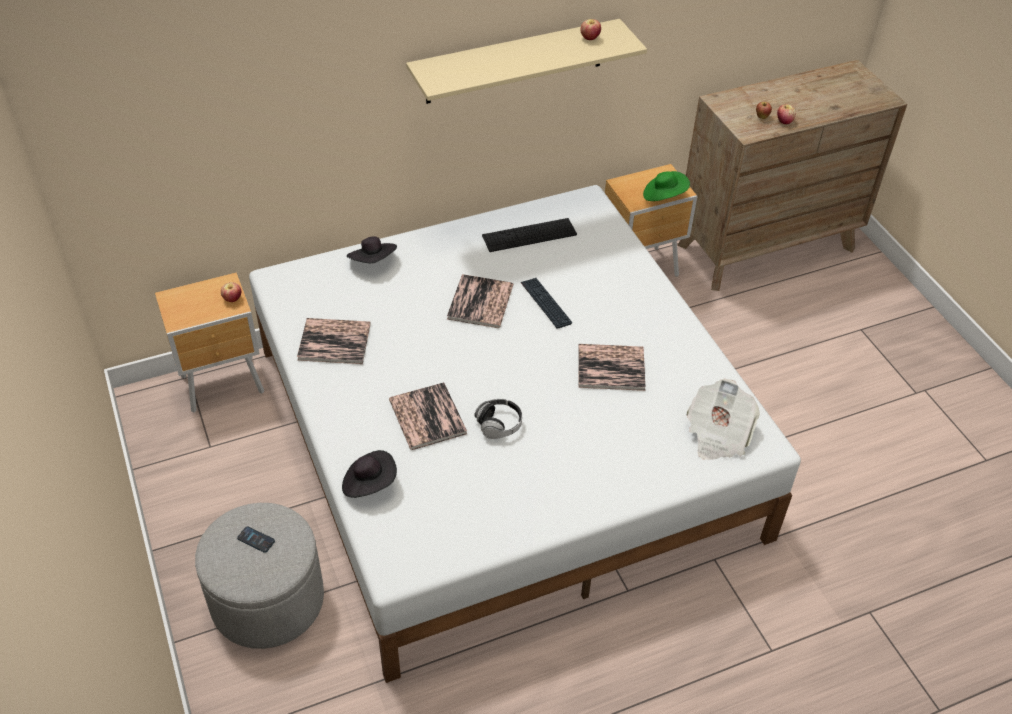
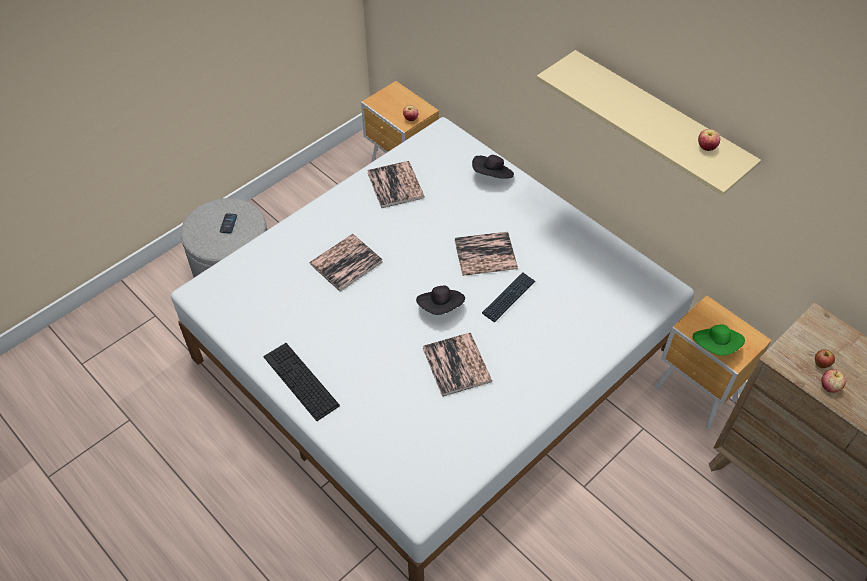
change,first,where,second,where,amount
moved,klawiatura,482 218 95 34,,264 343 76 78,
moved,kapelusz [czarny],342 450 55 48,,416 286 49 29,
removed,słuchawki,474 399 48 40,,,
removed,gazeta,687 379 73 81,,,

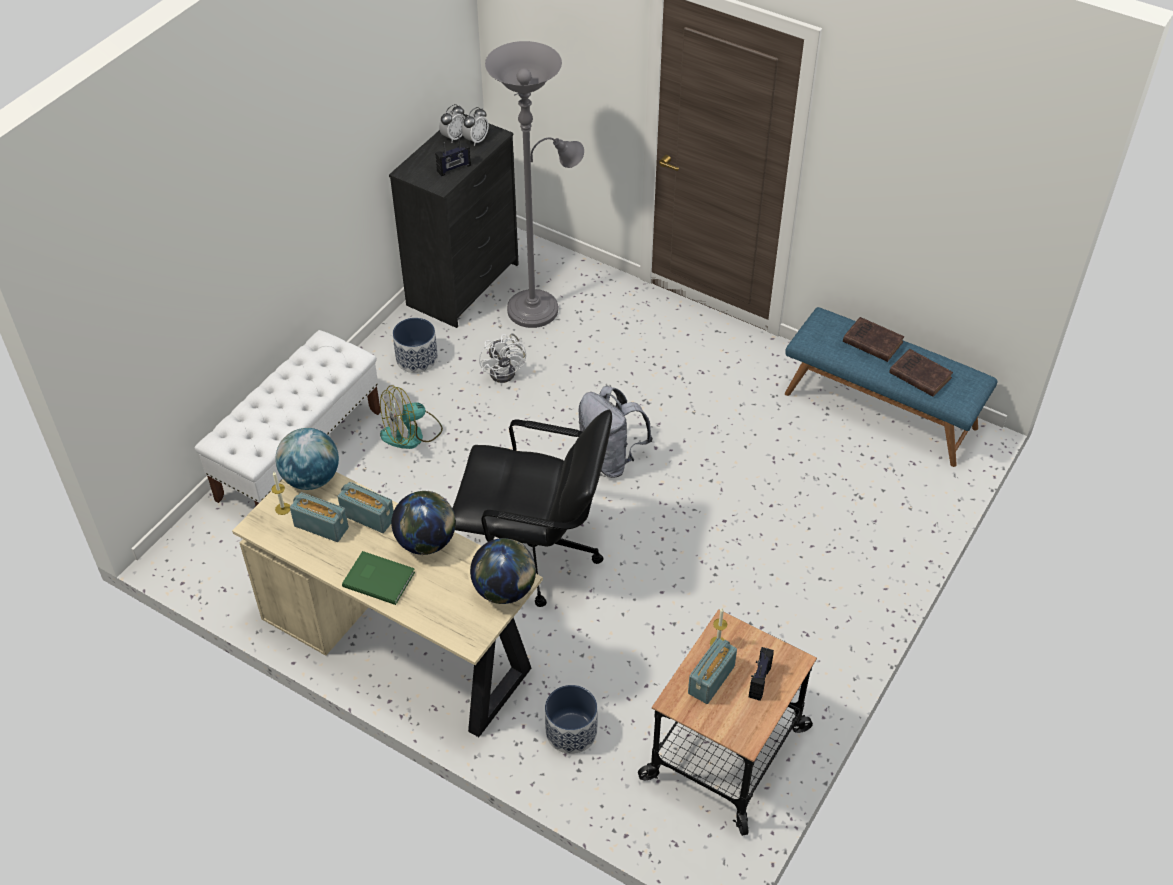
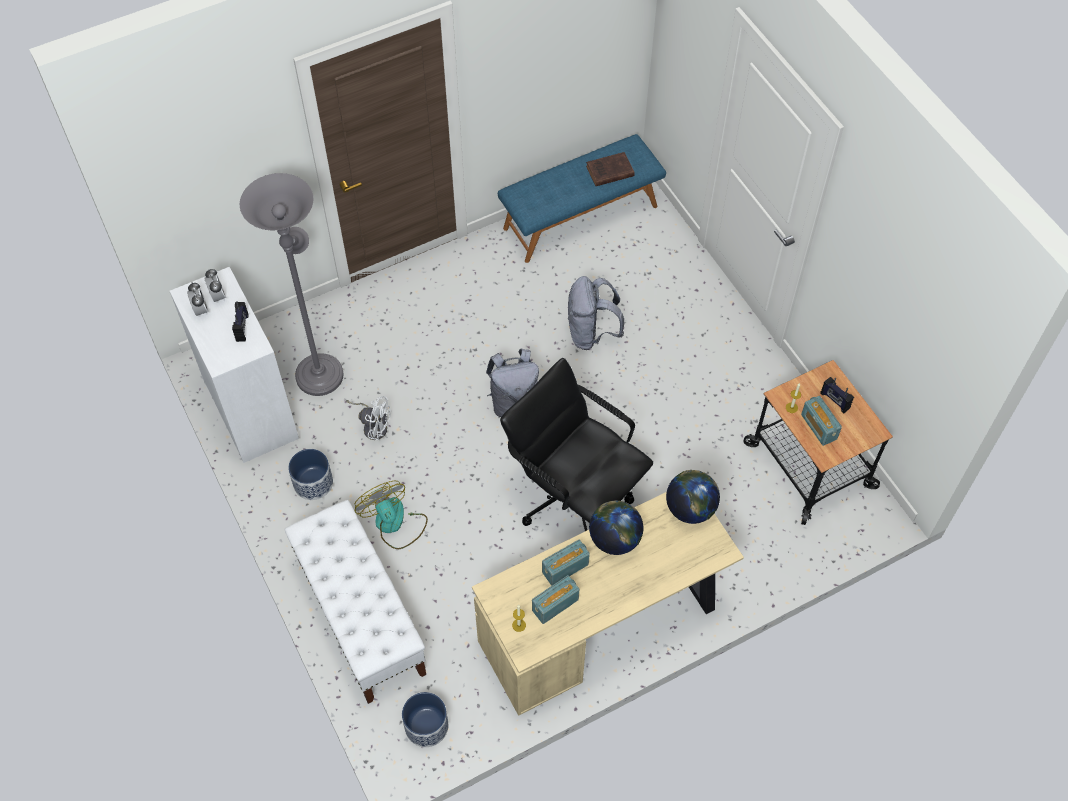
change,first,where,second,where,amount
recoloured,komoda [czarny],389 114 130 214,komoda [biały],169 267 130 196,
turned,wentylator,380 385 63 64,,354 481 74 68,150 degrees clockwise
moved,donica,545 685 53 69,,402 692 46 55,
turned,krzesło biurowe [czarny],452 410 160 197,,500 358 153 173,90 degrees counterclockwise
added,,,plecak [szary],568 276 56 74,
removed,globus,276 428 63 62,,,
removed,książka [zielony],342 551 73 54,,,
removed,książka [brązowy],843 317 61 45,,,

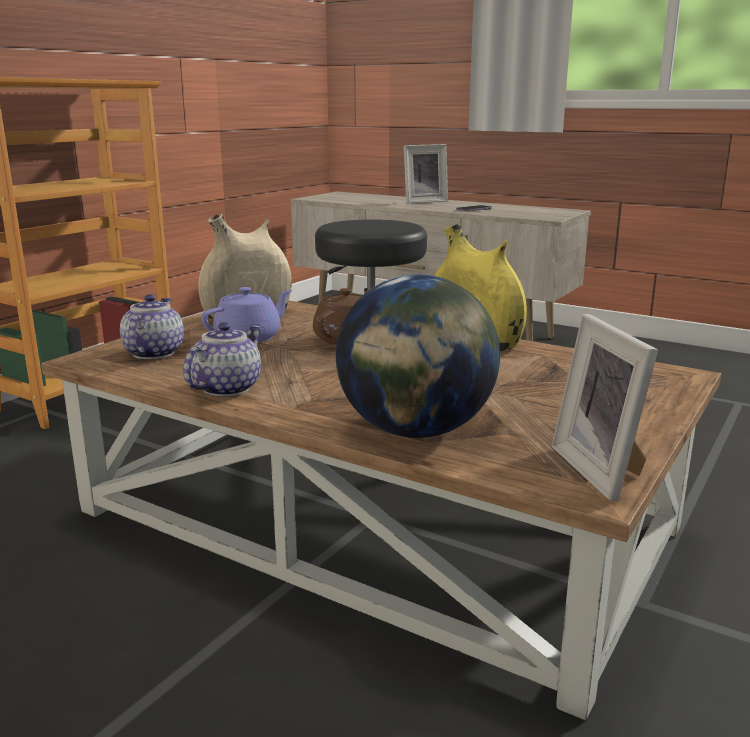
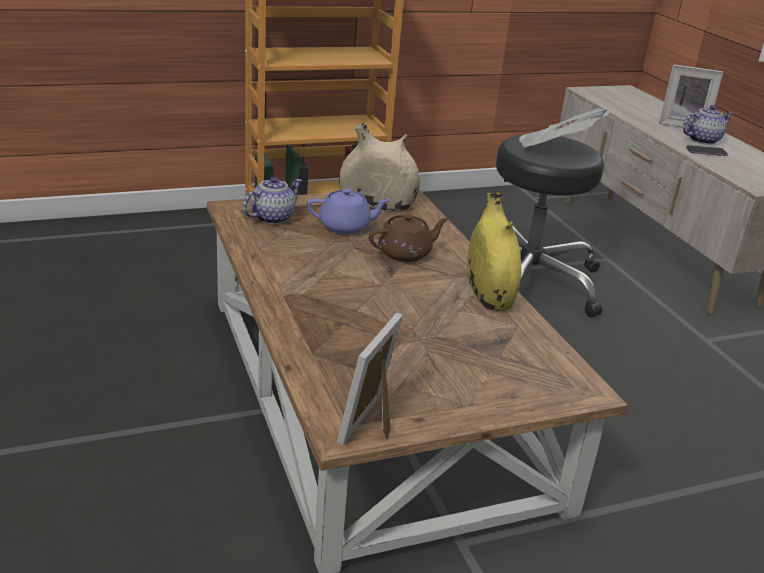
change,first,where,second,where,amount
added,,,gazeta,519 108 91 40,
moved,imbryk,183 322 78 75,,683 105 51 40,
removed,globus,336 274 164 164,,,

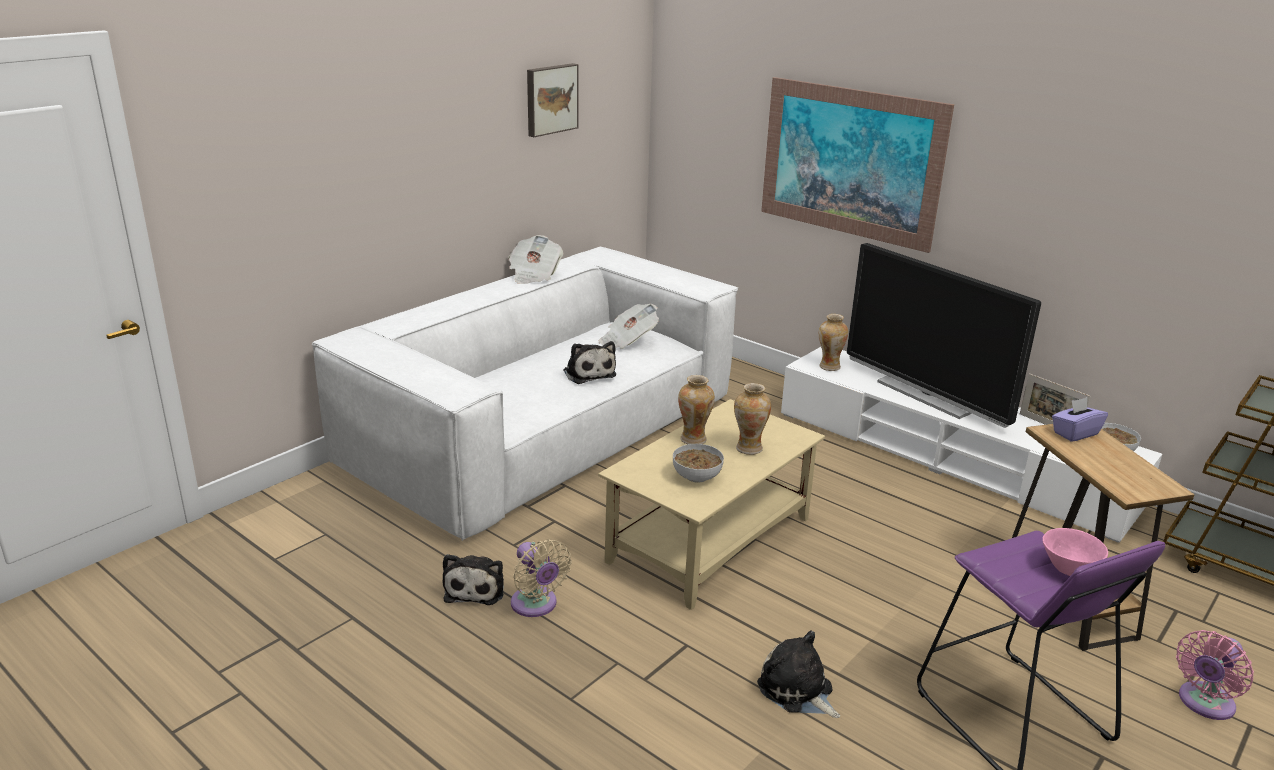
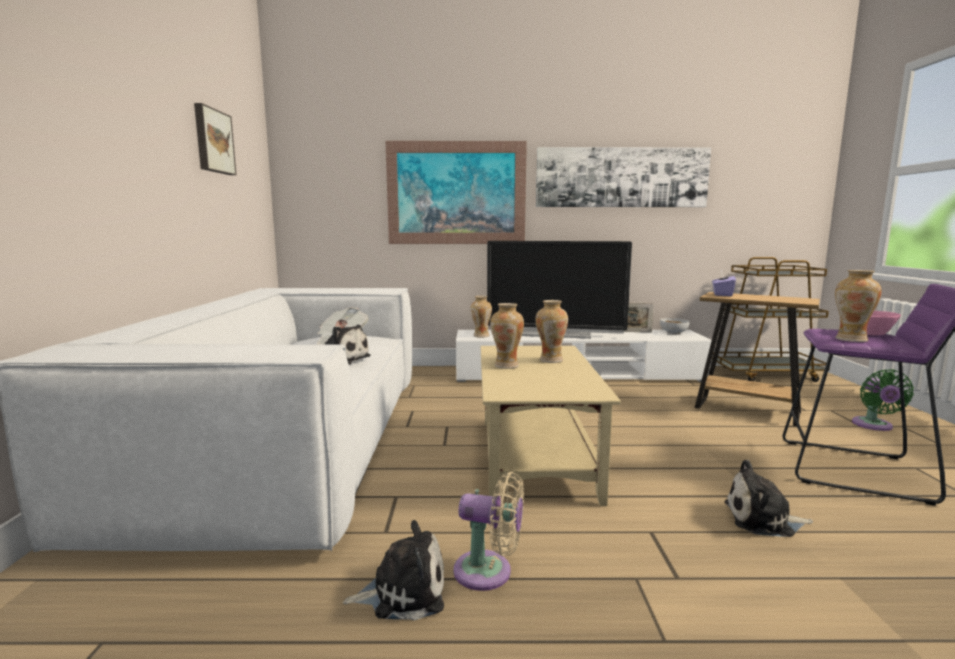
change,first,where,second,where,amount
turned,pluszak,443 554 61 51,,343 520 101 101,60 degrees counterclockwise
added,,,obraz,536 147 175 60,
added,,,wazon,835 270 47 72,
recoloured,wentylator [różowy],1176 630 78 90,wentylator [zielony],852 369 62 62,
removed,gazeta,509 235 54 49,,,
removed,miska,673 444 51 39,,,

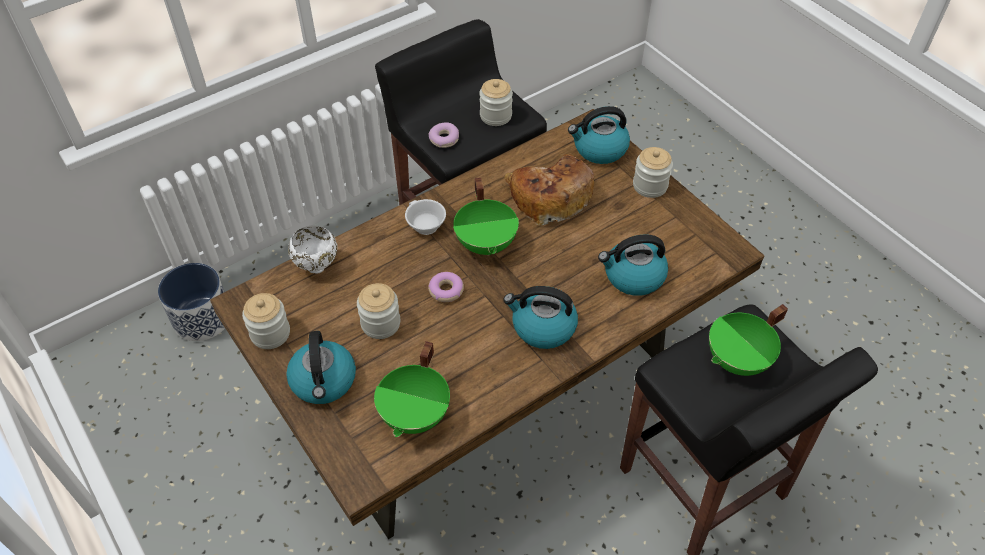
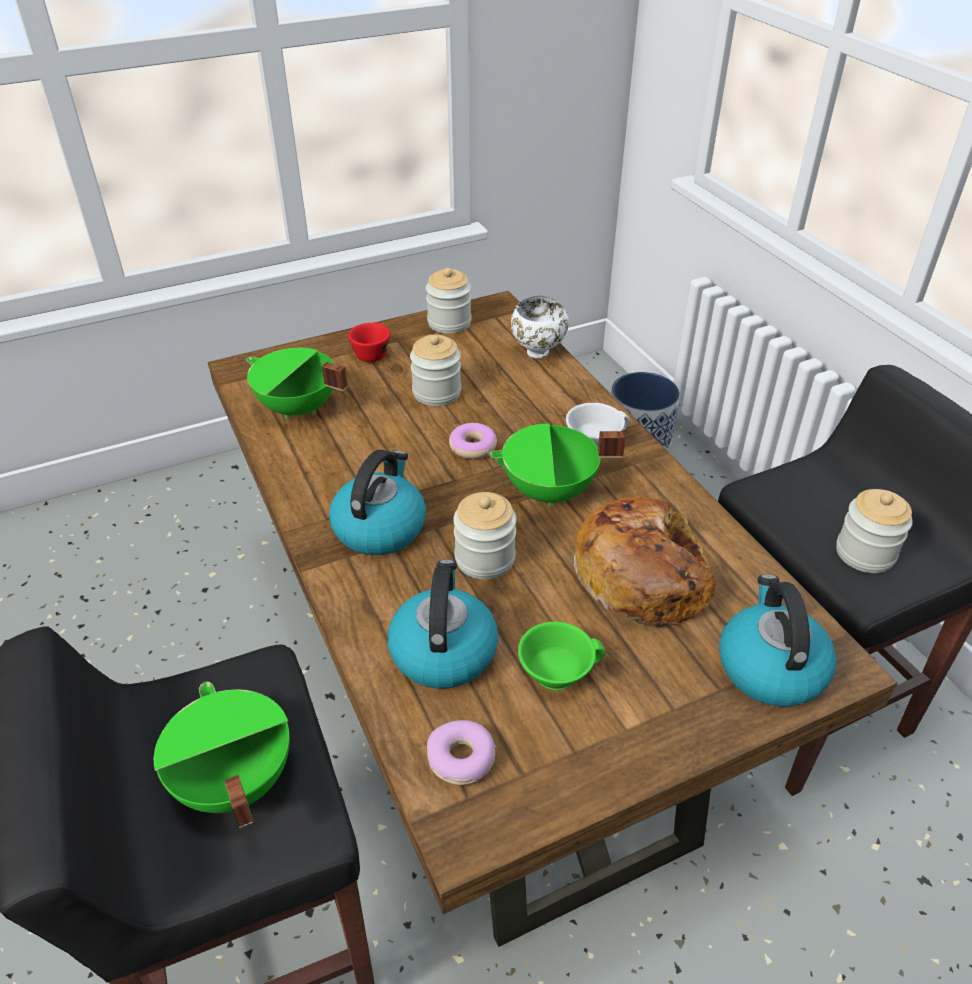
change,first,where,second,where,amount
replaced,czajnik,286 331 70 73,filiżanka [czerwony],348 322 42 40,
moved,donut,429 122 30 26,,427 720 69 65,
moved,słoik,633 147 40 51,,453 492 64 87,
added,,,filiżanka [zielony],518 622 88 68,

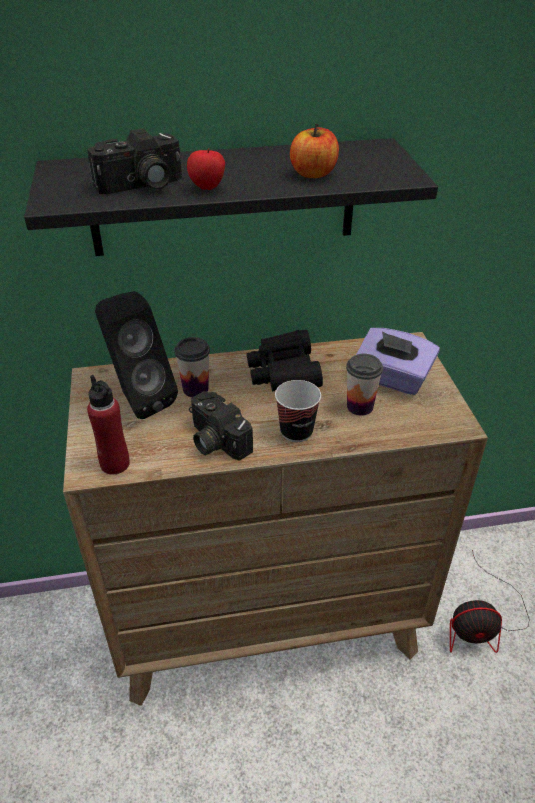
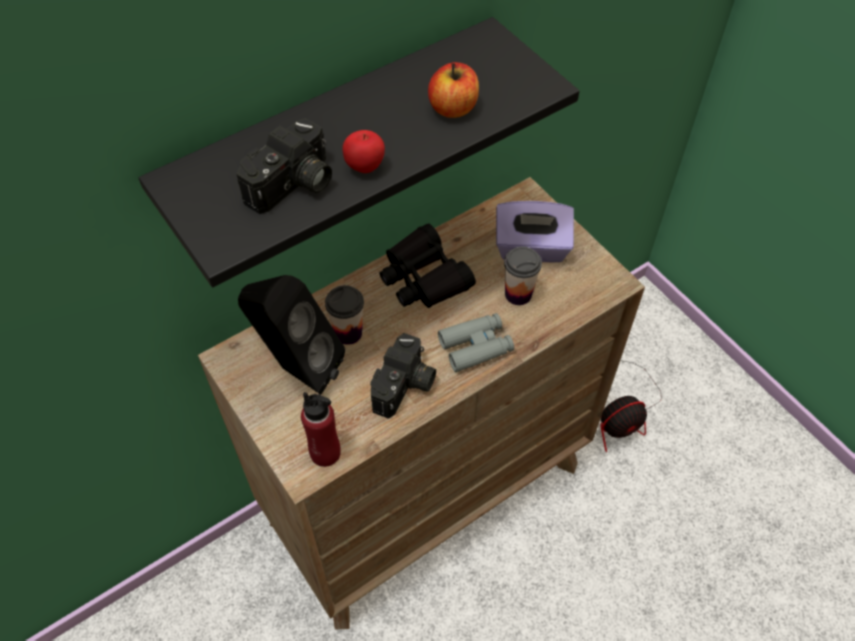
change,first,where,second,where,amount
turned,aparat fotograficzny,189 391 64 70,,370 333 66 86,90 degrees counterclockwise
replaced,filiżanka,275 380 46 62,lornetka [szary],438 313 76 59,

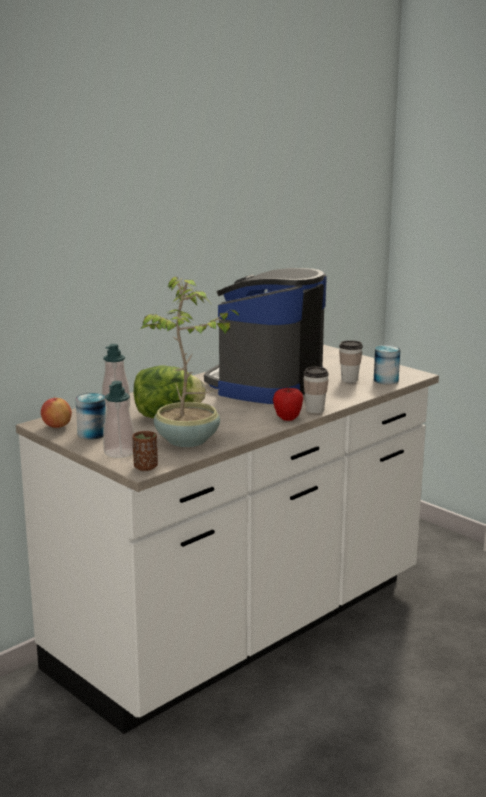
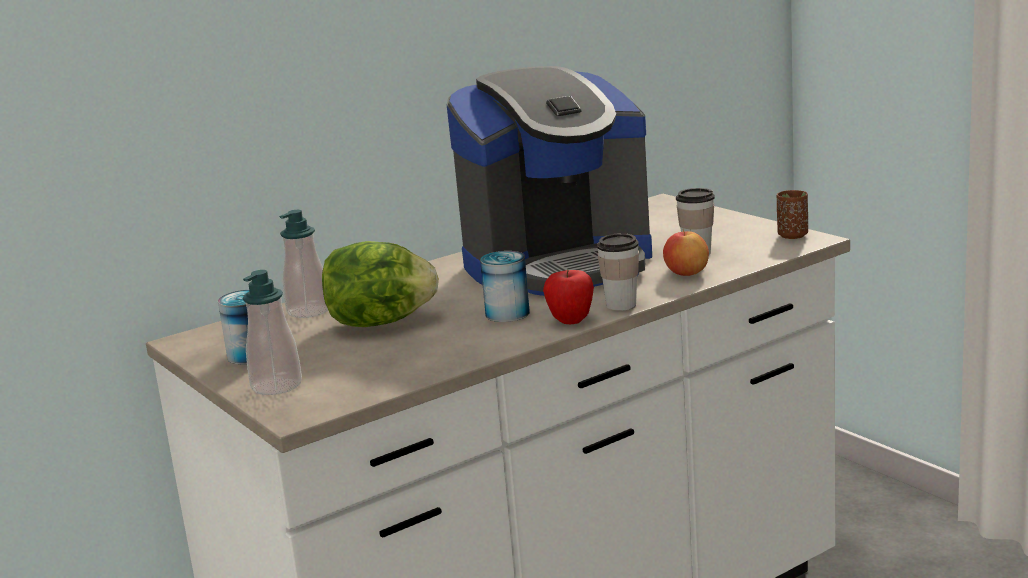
change,first,where,second,where,amount
turned,ekspres do kawy,204 268 123 136,,447 66 205 230,150 degrees counterclockwise
moved,puszka,374 345 26 39,,480 251 50 71,
moved,jabłko,41 397 31 31,,663 230 46 46,
moved,filiżanka [brązowy],132 431 26 40,,777 190 31 49,
removed,roślina doniczkowa,141 277 99 170,,,

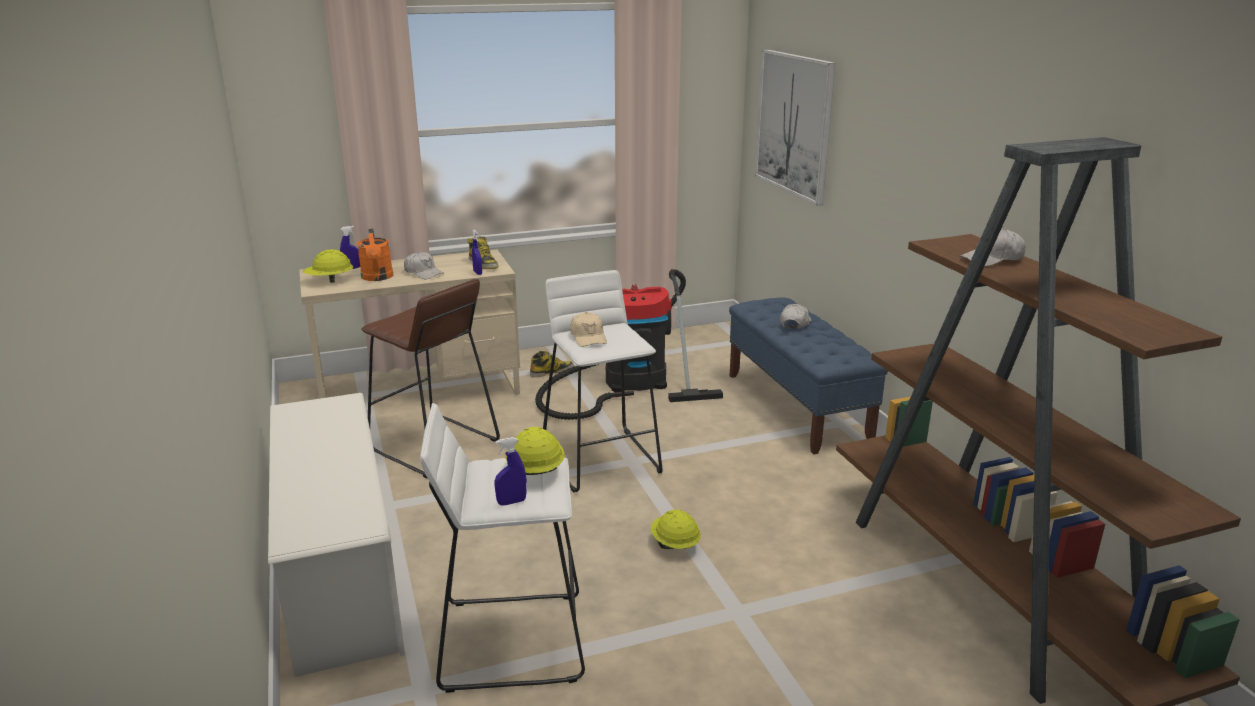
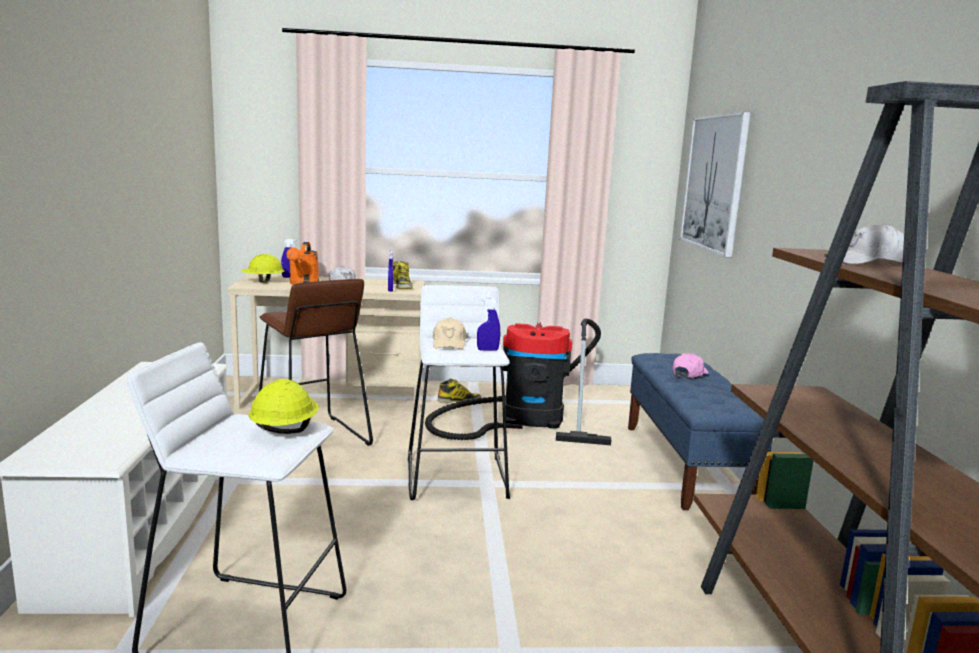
change,first,where,second,where,amount
moved,spryskiwacz [niebieski],495 437 32 69,,477 298 23 53,
recoloured,czapka z daszkiem [biały],780 304 31 25,czapka z daszkiem [różowy],672 353 37 25,
removed,kask [żółty],651 510 50 39,,,

